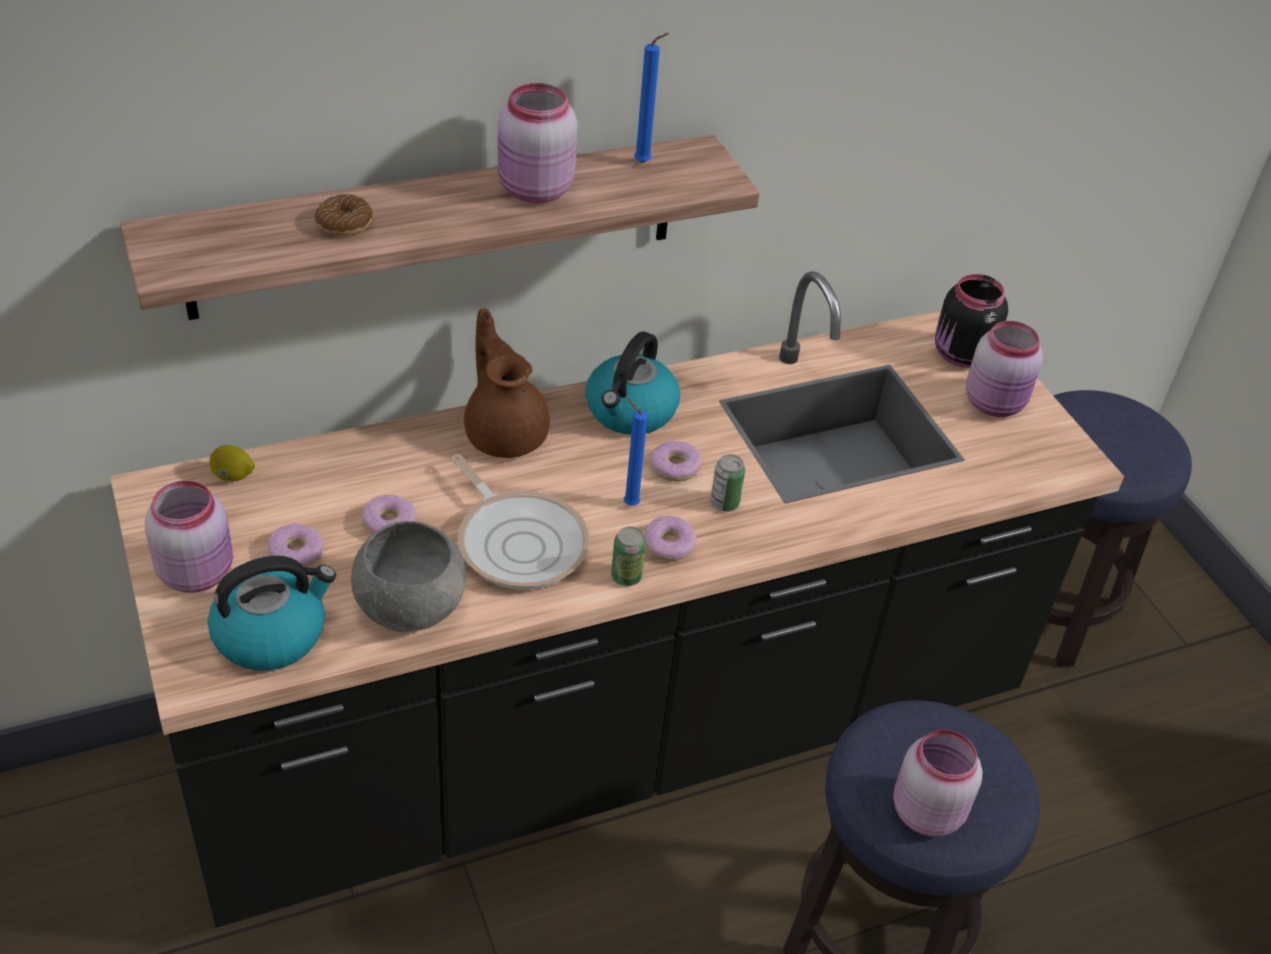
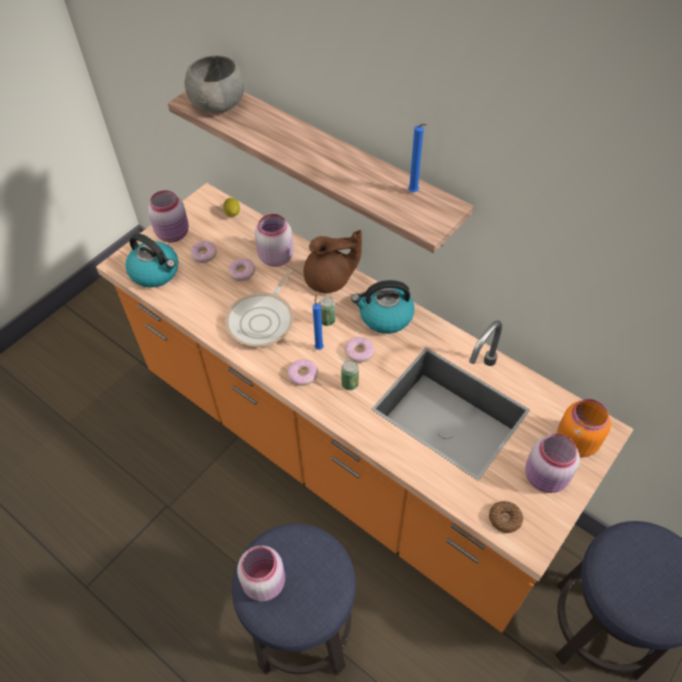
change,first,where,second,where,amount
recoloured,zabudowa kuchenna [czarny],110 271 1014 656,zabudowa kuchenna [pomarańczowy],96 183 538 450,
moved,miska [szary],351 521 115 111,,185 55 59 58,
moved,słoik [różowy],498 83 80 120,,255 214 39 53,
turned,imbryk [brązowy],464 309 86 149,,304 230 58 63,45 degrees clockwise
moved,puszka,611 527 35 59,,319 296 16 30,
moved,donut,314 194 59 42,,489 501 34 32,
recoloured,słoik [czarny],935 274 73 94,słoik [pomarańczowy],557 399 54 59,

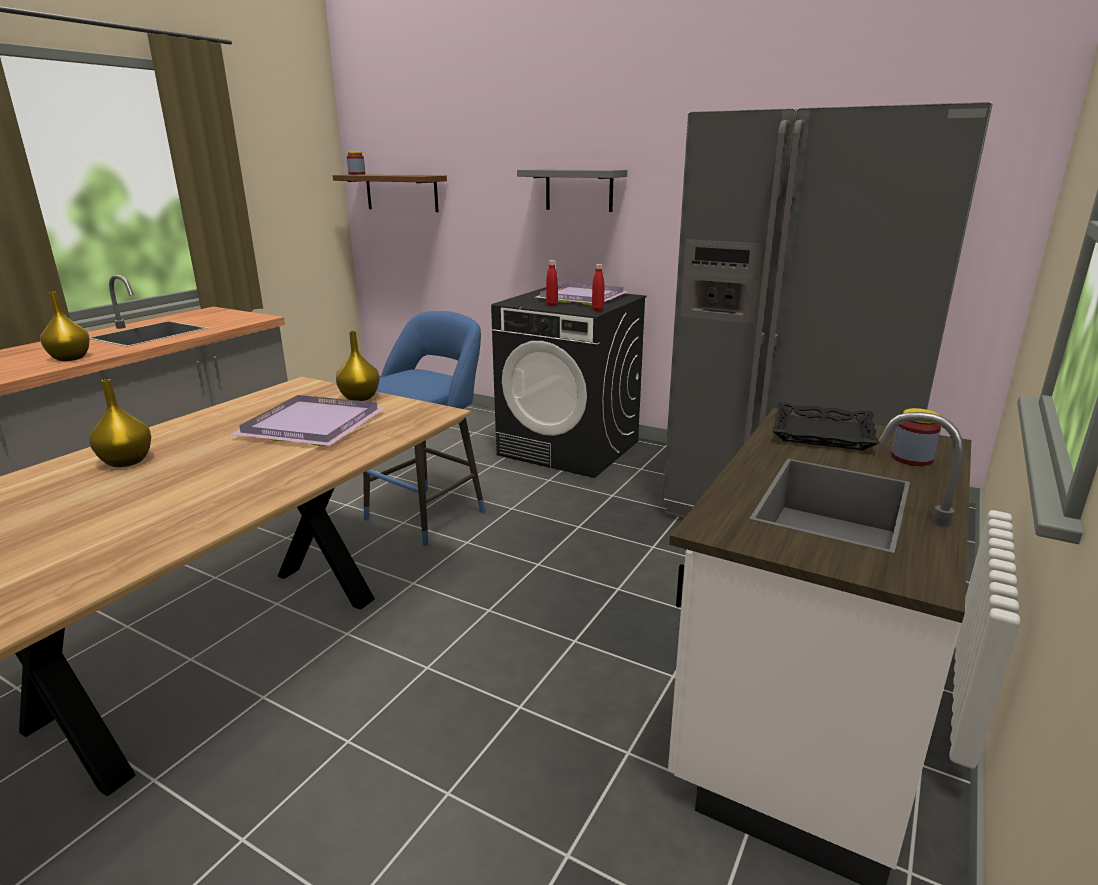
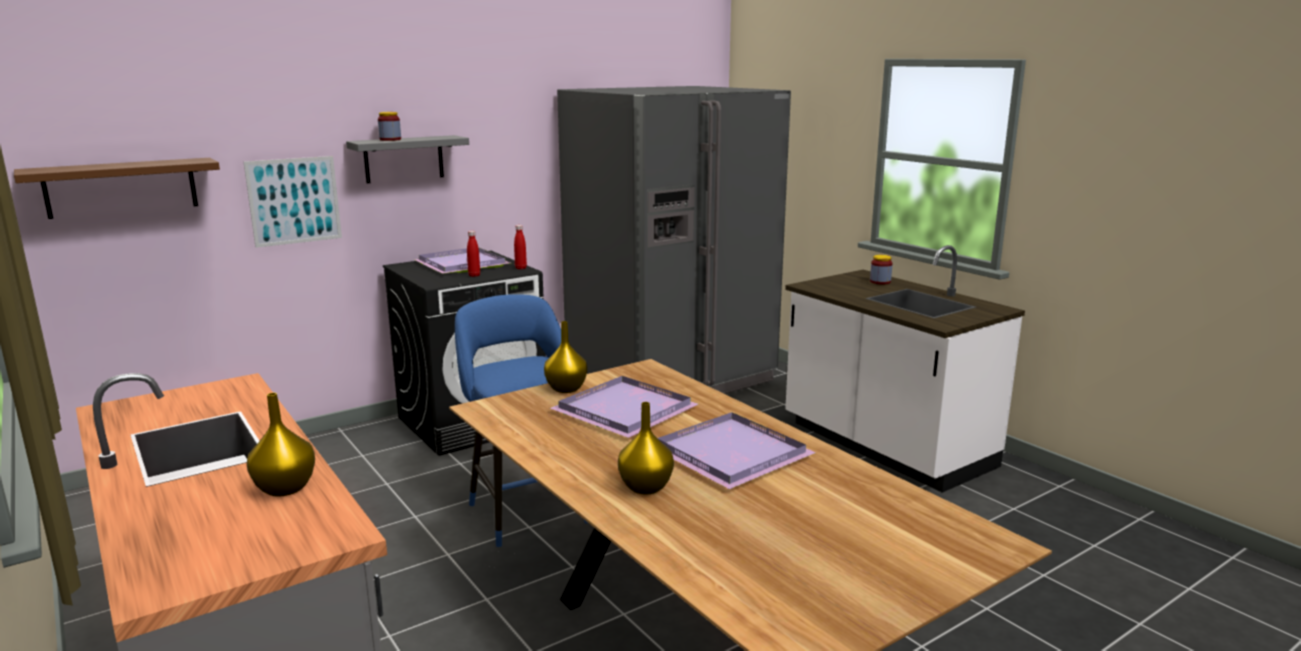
change,first,where,second,where,amount
added,,,obraz,244 156 98 92,
moved,słoik,347 152 18 23,,378 112 23 29,
added,,,taca [fioletowy],658 412 158 77,
removed,taca [czarny],772 402 107 48,,,

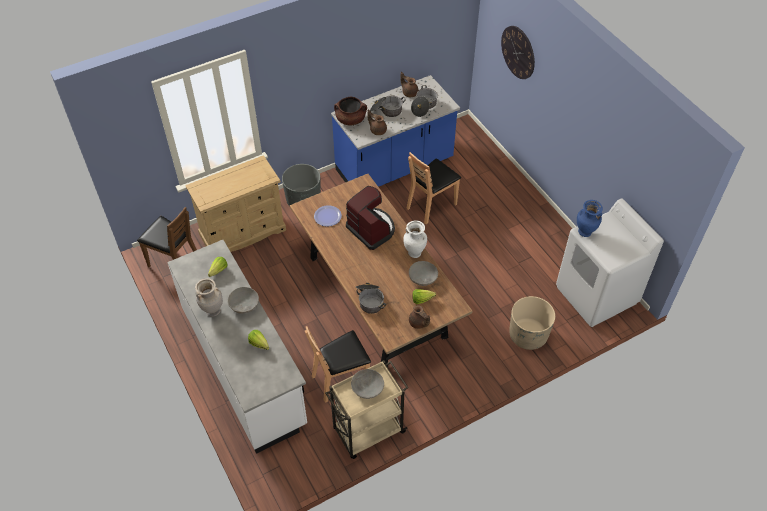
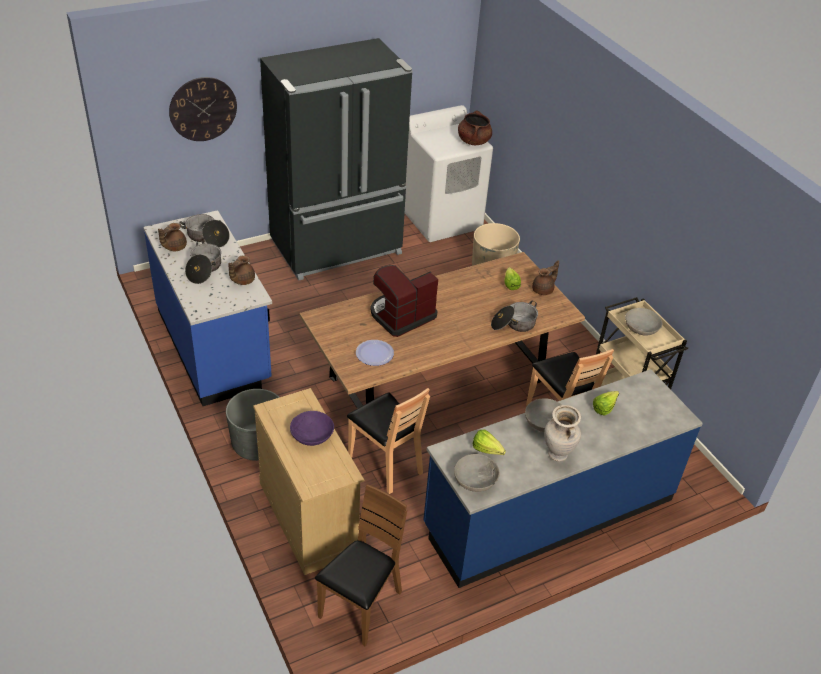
change,first,where,second,where,amount
added,,,lodówka [czarny],260 38 153 243,
added,,,miska [fioletowy],290 411 44 35,
moved,krzesło [brązowy],407 152 54 72,,347 388 83 106,
recoloured,zabudowa kuchenna [biały],167 240 140 214,zabudowa kuchenna [niebieski],423 369 280 219,
moved,miska [szary],409 261 29 25,,454 454 46 38,
moved,garnek [brązowy],334 97 33 28,,458 110 34 35,
removed,wazon [biały],403 221 24 37,,,
removed,wazon [niebieski],577 200 26 37,,,

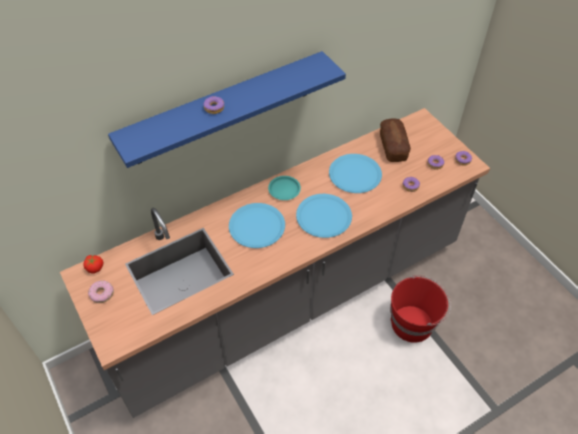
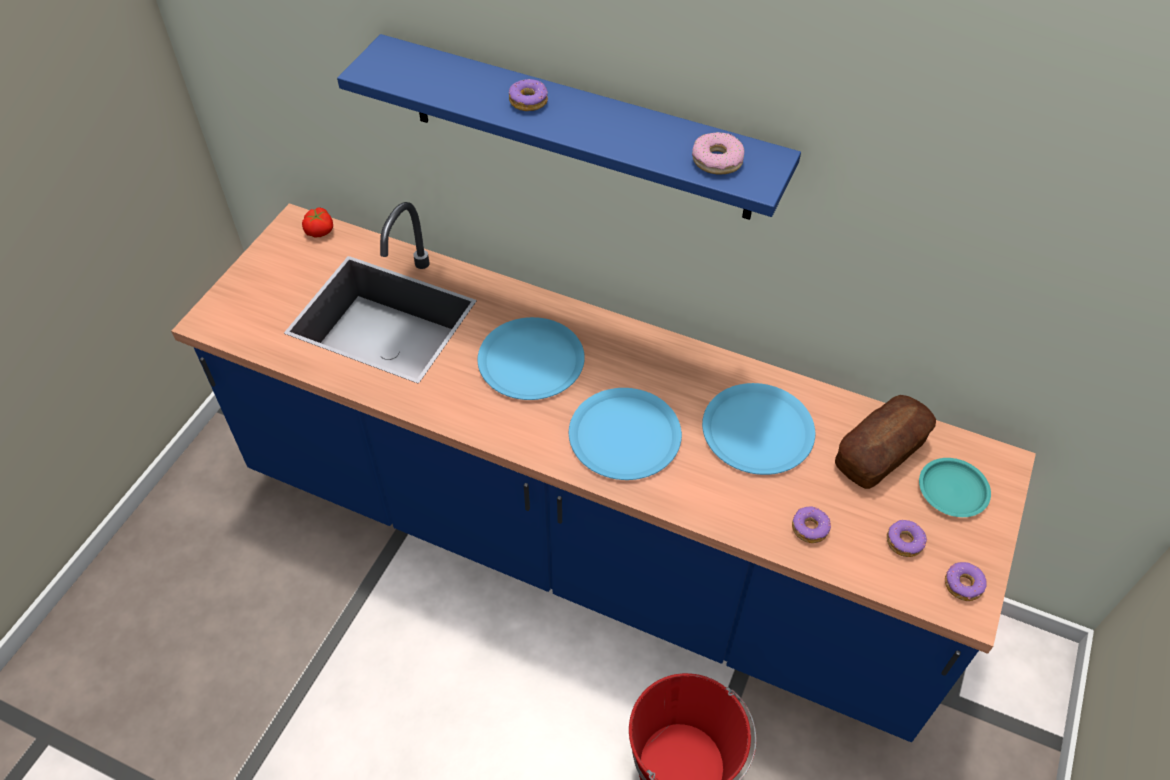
change,first,where,second,where,amount
recoloured,zabudowa kuchenna [szary],60 108 430 310,zabudowa kuchenna [niebieski],171 202 865 540,
moved,donut,88 281 26 22,,692 132 52 42,
moved,talerz [turkusowy],268 176 33 24,,919 458 72 59,

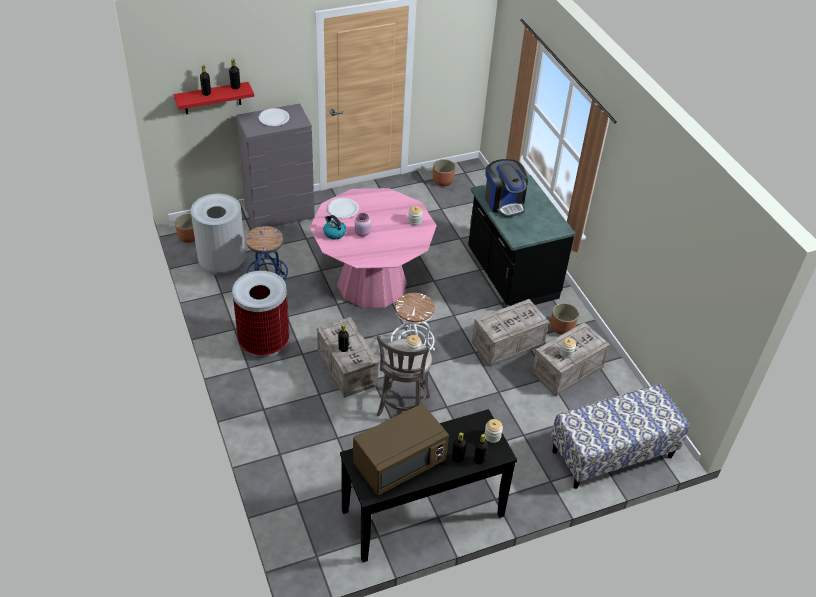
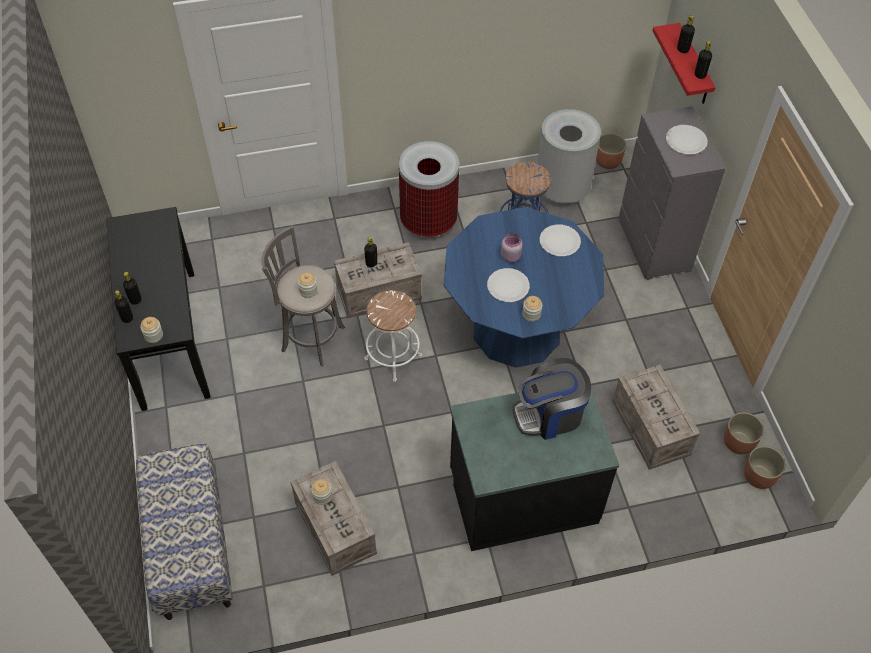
change,first,where,second,where,amount
recoloured,stół jadalny [różowy],310 188 127 120,stół jadalny [niebieski],444 207 160 161,
added,,,talerz [biały],487 268 43 34,
moved,skrzynka,472 299 77 68,,612 365 88 105,
moved,donica,551 303 28 32,,744 446 42 43,
removed,czajnik,323 215 23 24,,,
removed,mikrofalówka [brązowy],353 403 96 93,,,

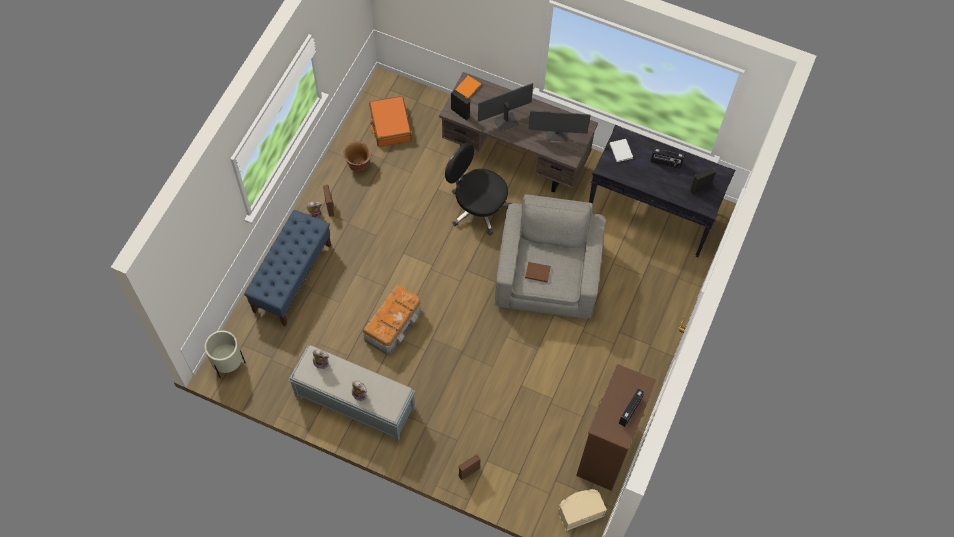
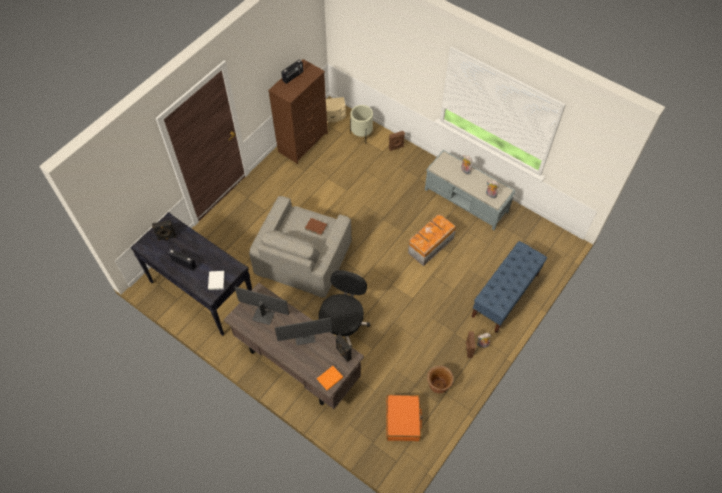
change,first,where,second,where,amount
turned,krzesło biurowe [czarny],445 143 67 92,,319 270 51 77,120 degrees counterclockwise
moved,donica [beżowy],204 331 42 47,,350 105 23 32,

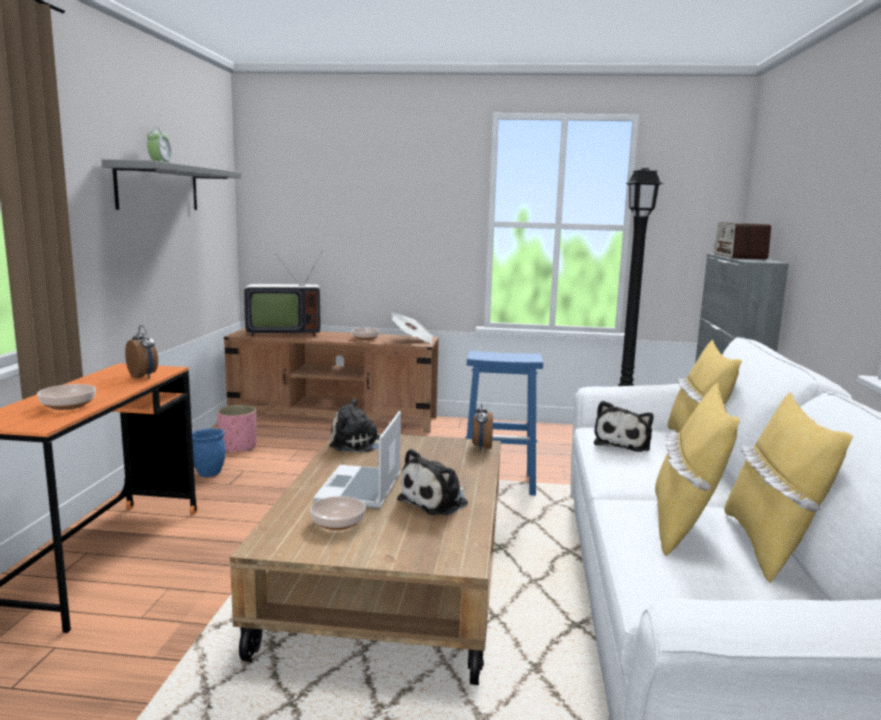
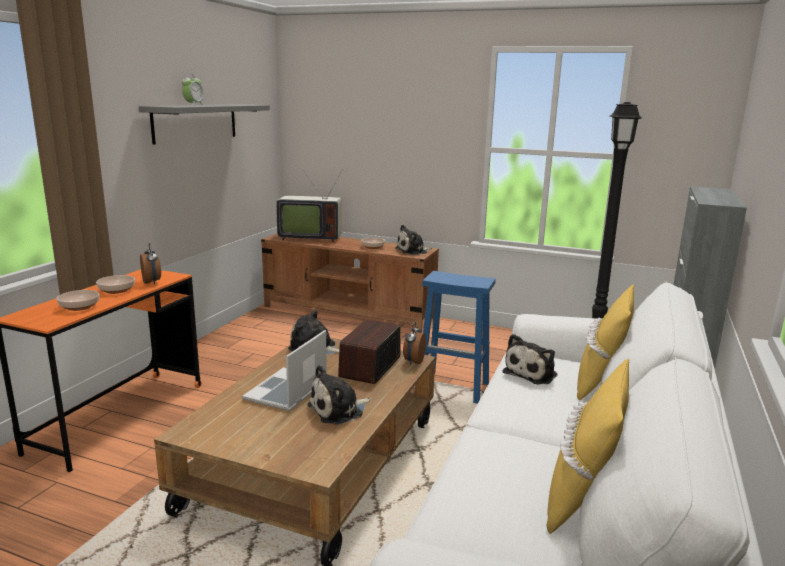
change,first,where,second,where,amount
moved,miska,310 496 56 35,,96 275 39 19,
moved,radio,714 222 57 37,,338 320 63 64,
replaced,gazeta,392 313 42 30,pluszak,395 225 37 30,
removed,donica [niebieski],192 428 34 49,,,
removed,donica [różowy],217 405 39 48,,,
removed,poduszka [żółty],655 383 85 173,,,

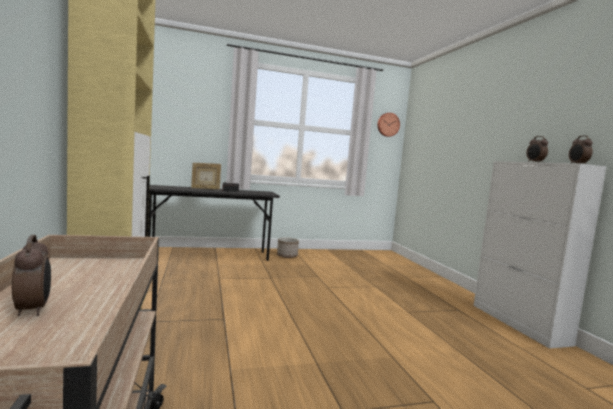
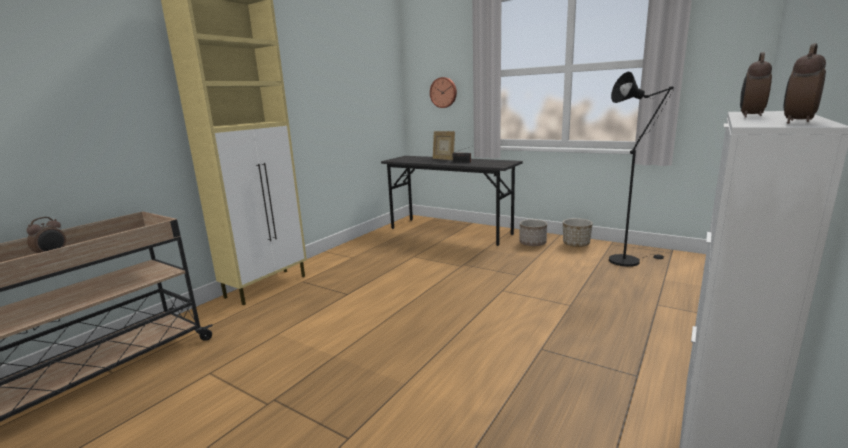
change,first,where,second,where,amount
moved,zegar ścienny,378 113 22 24,,430 77 27 31,
added,,,donica,563 218 30 29,
added,,,lampa stojąca [czarny],609 72 65 195,

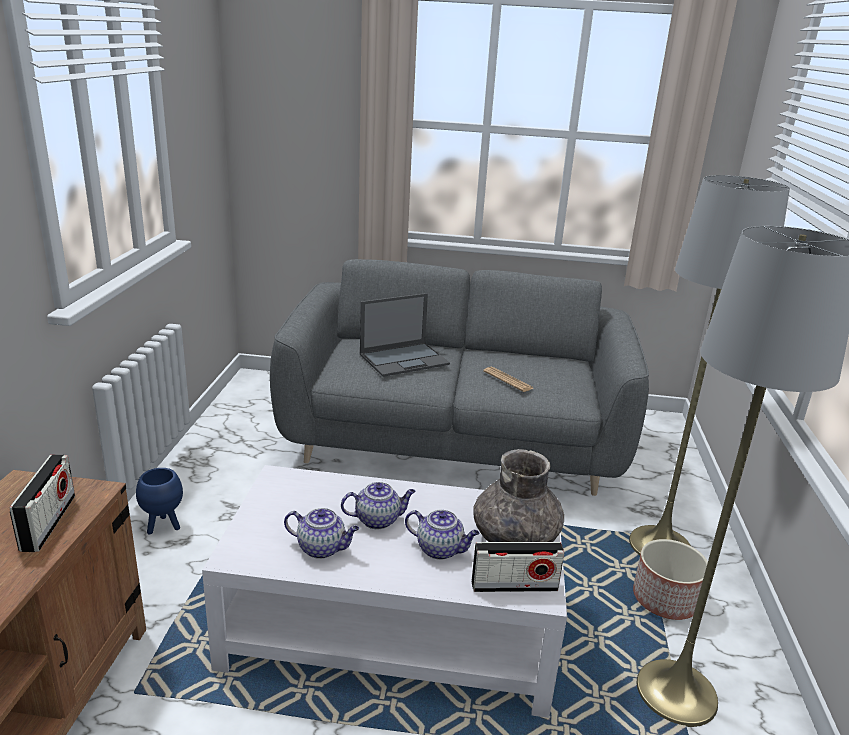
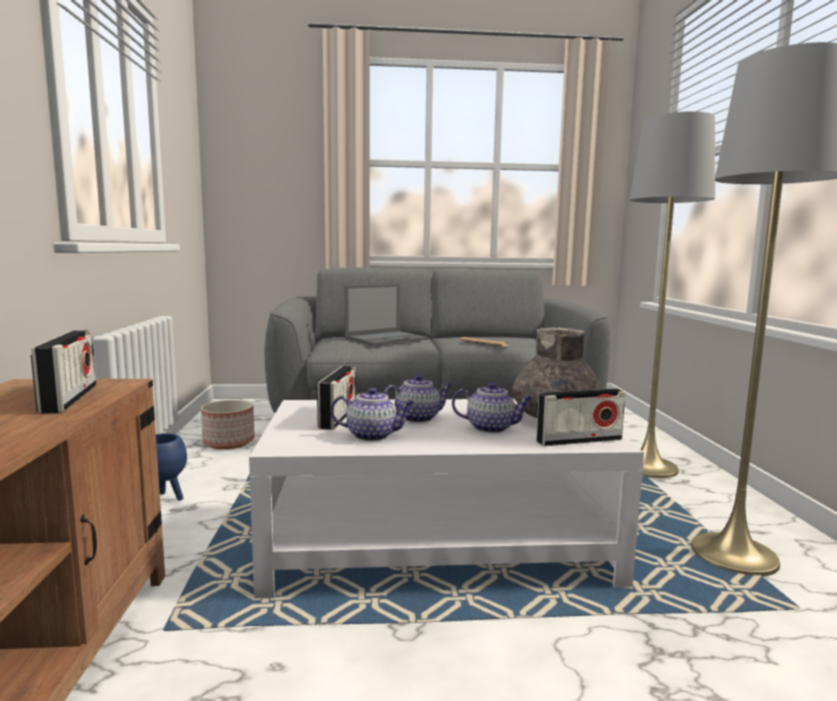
change,first,where,second,where,amount
moved,donica,633 539 75 81,,201 400 54 49,
added,,,radio,317 366 39 64,

